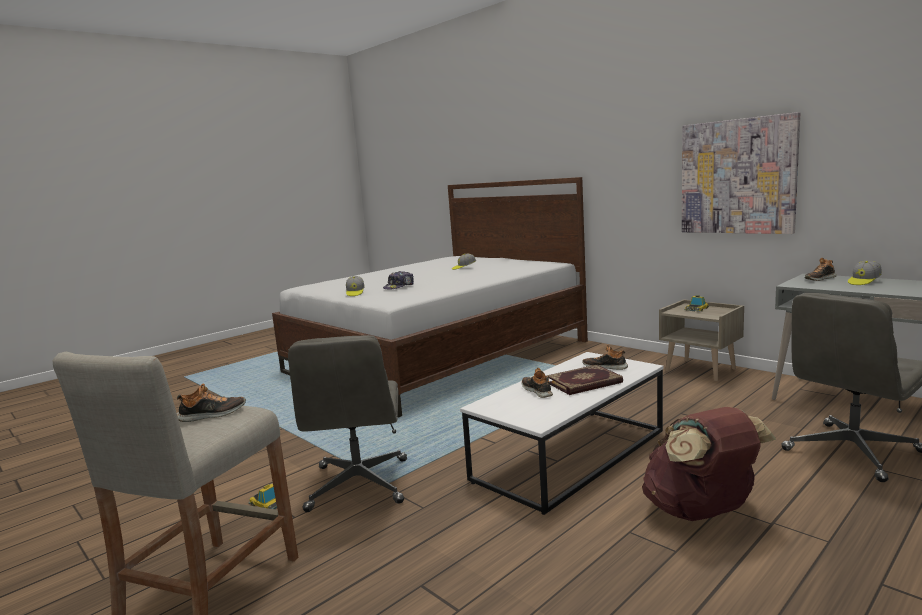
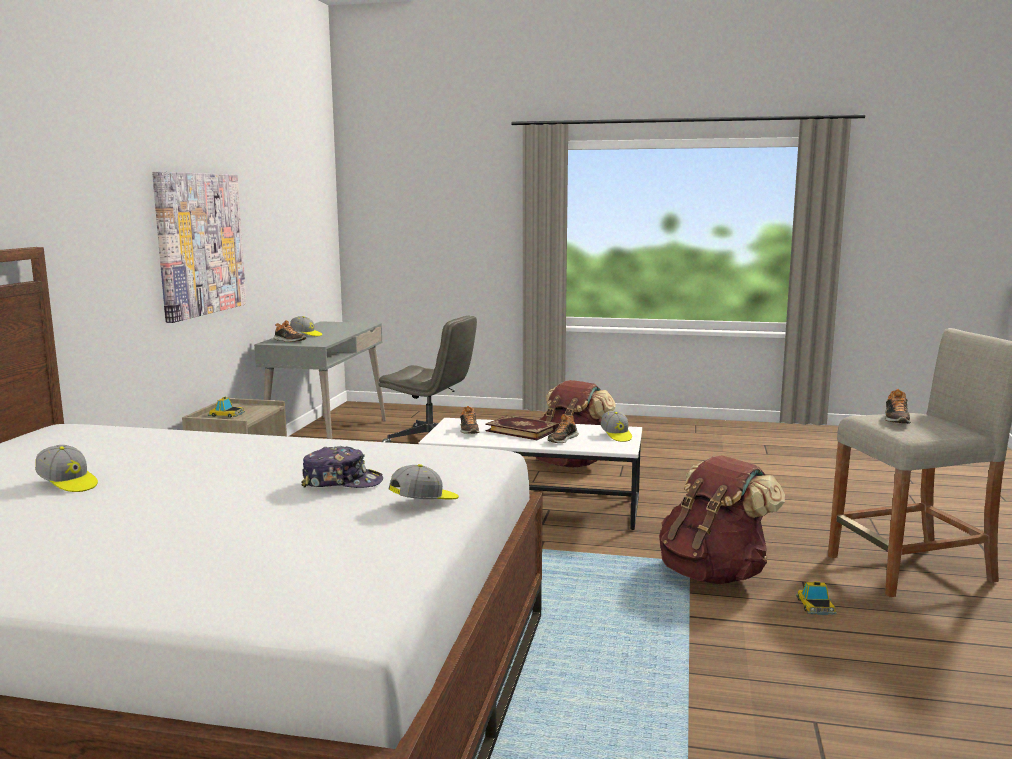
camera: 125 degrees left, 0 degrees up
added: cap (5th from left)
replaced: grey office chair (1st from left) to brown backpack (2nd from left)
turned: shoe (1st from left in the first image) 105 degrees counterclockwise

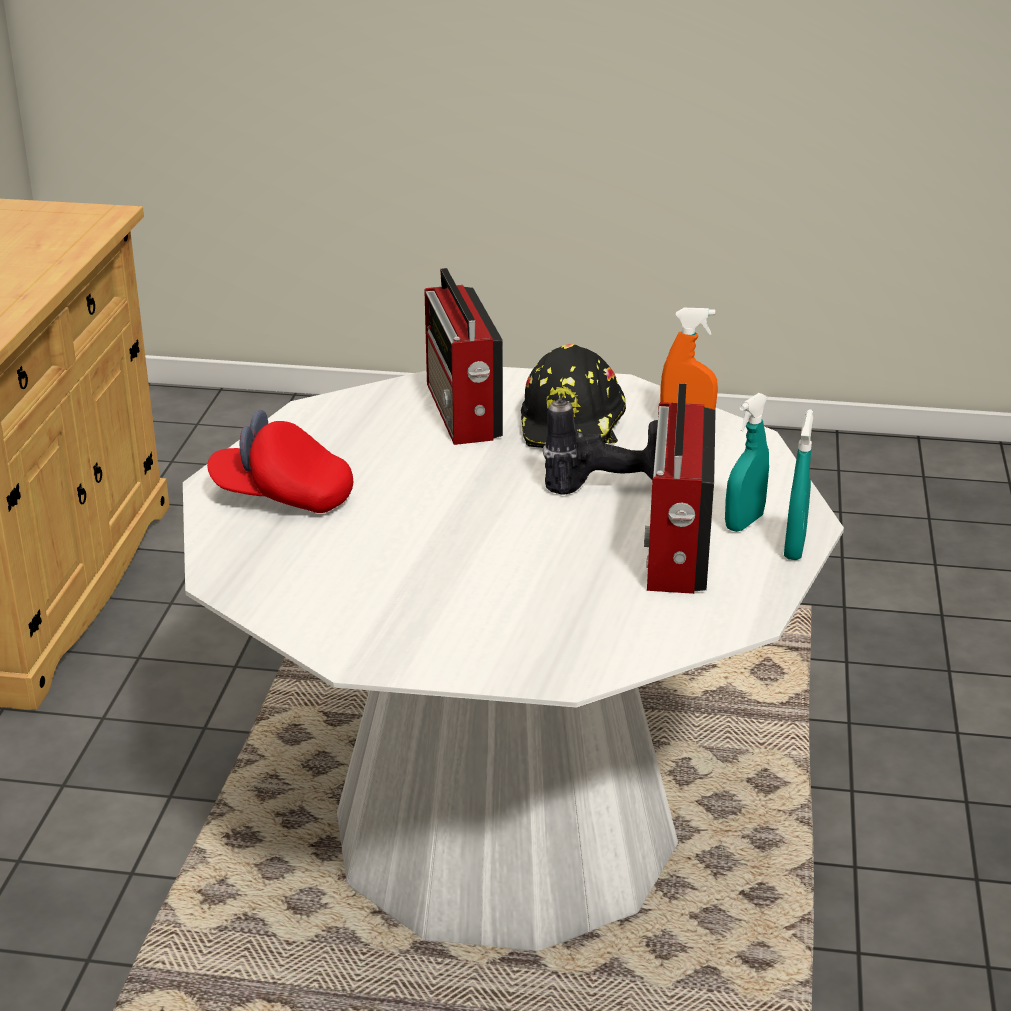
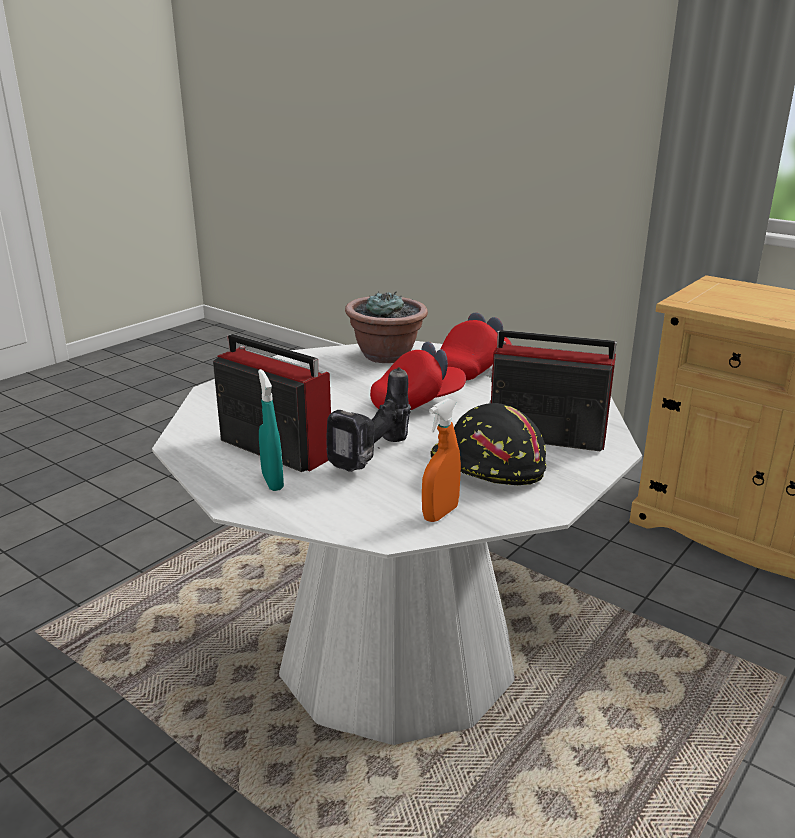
camera: 120 degrees right, 5 degrees down
removed: turquoise spray bottle (2nd from left)
added: potted plant; red cap (1st from left)

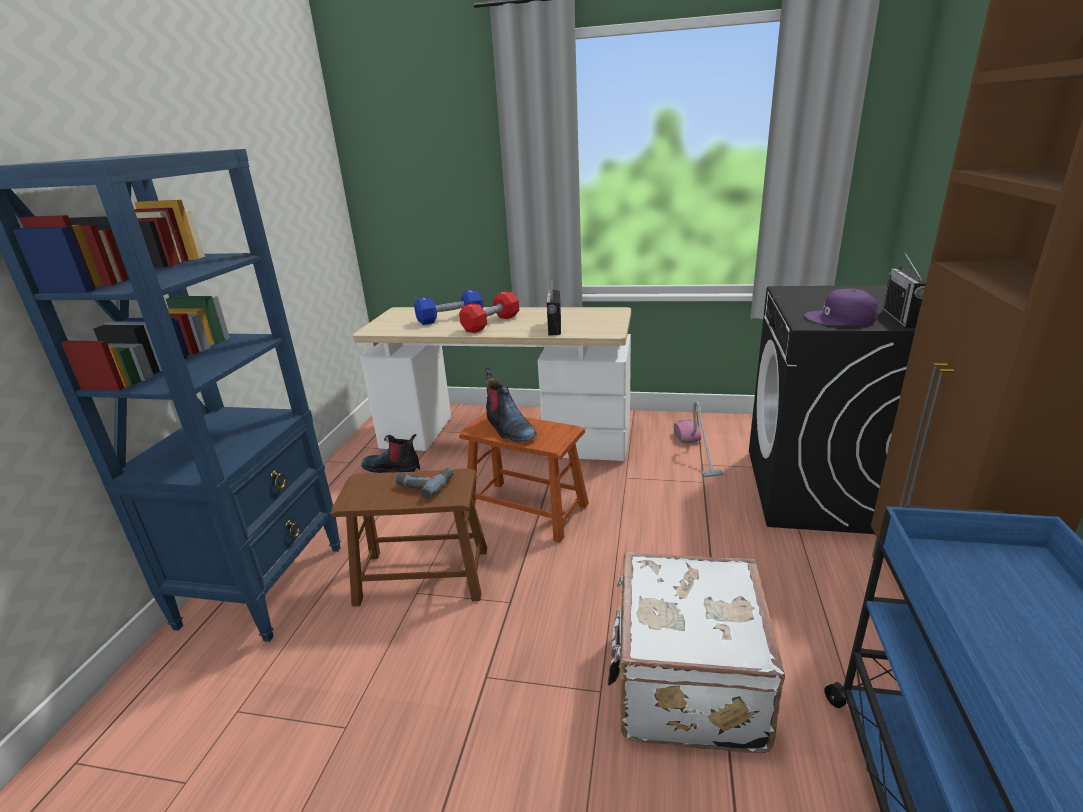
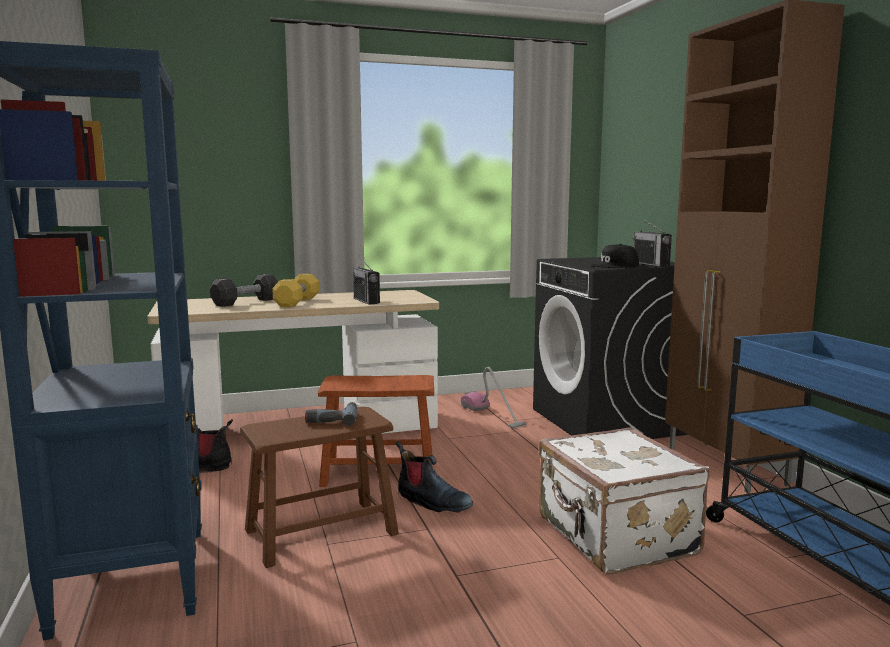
camera: 30 degrees left, 15 degrees down
moved: boot (2nd from left)
recoloured: purple cap to black cap; blue dumbbell to black dumbbell; red dumbbell to yellow dumbbell

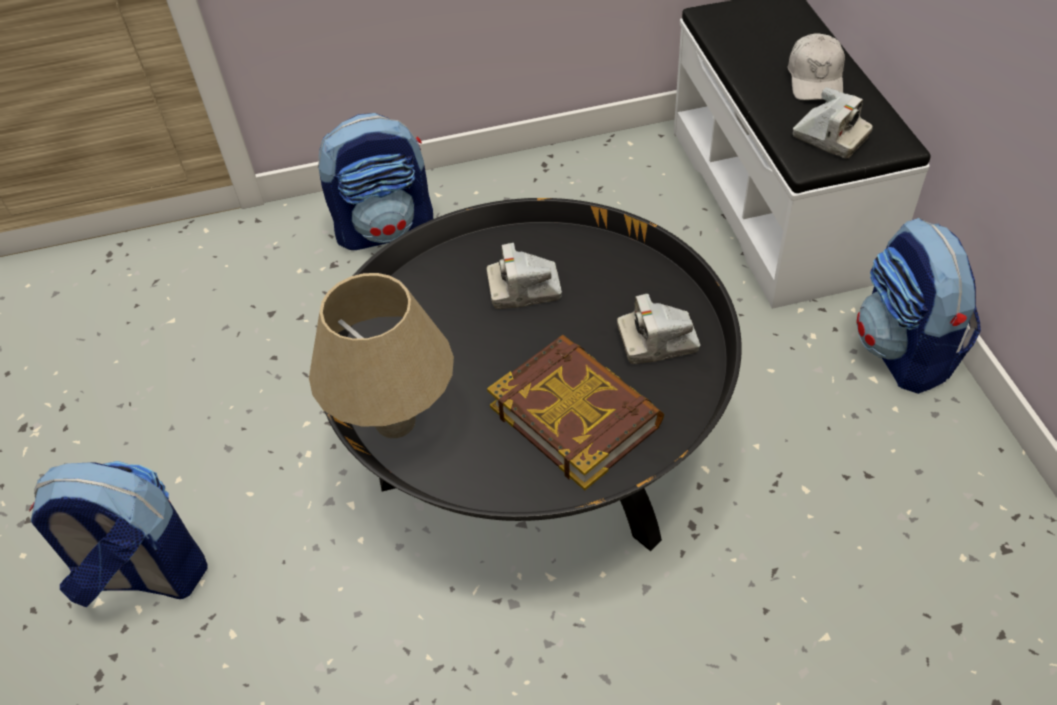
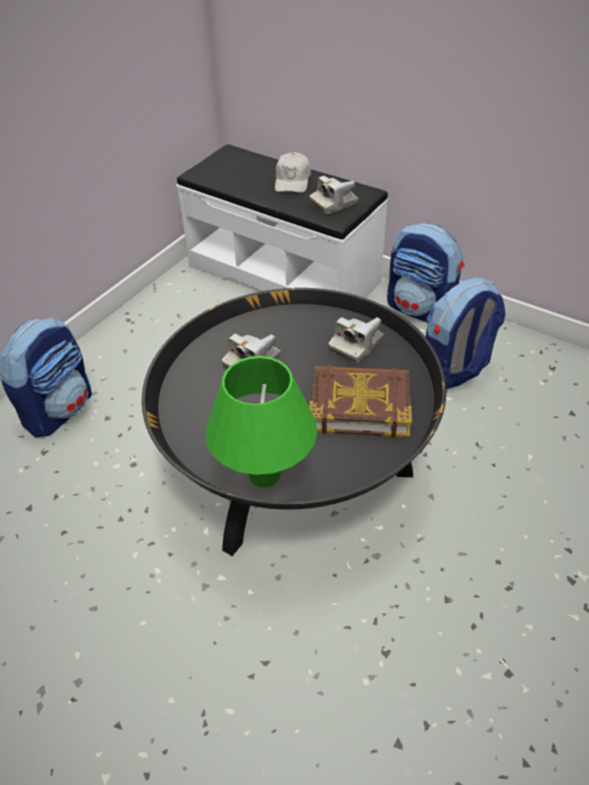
camera: 45 degrees left, 5 degrees down
moved: backpack (1st from left in the first image) to backpack (3rd from left)
recoloured: beige table lamp to green table lamp
turned: white cap 45 degrees clockwise; photo camera (3rd from left in the first image) 150 degrees clockwise

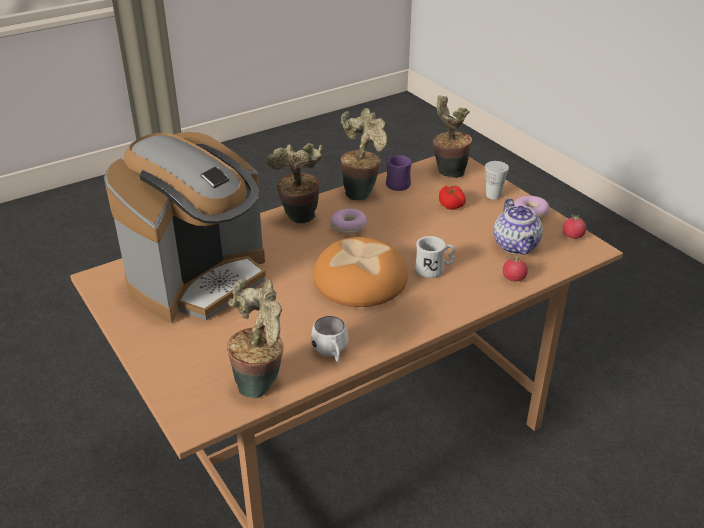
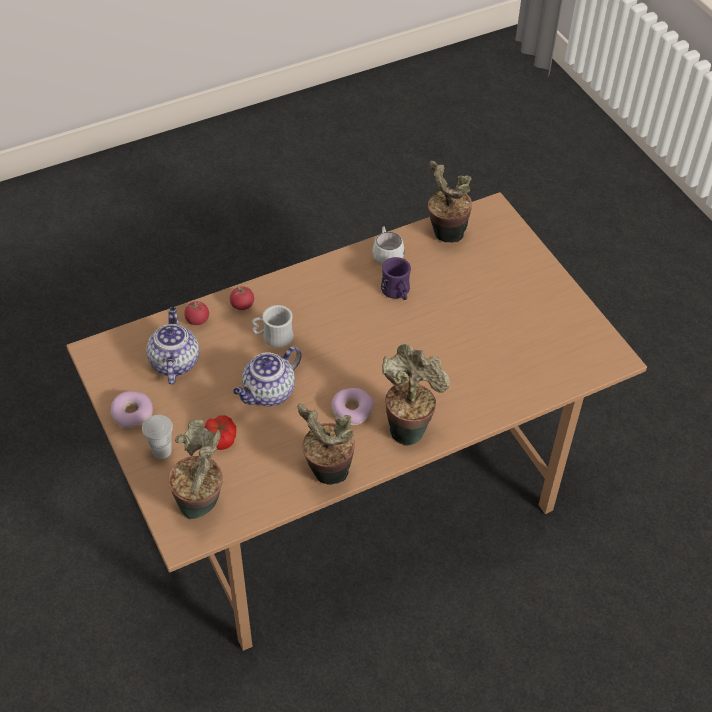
camera: 175 degrees left, 15 degrees up
removed: coffee machine; bread
added: teapot (2nd from left)
moved: purple mug; tomato (3rd from left)

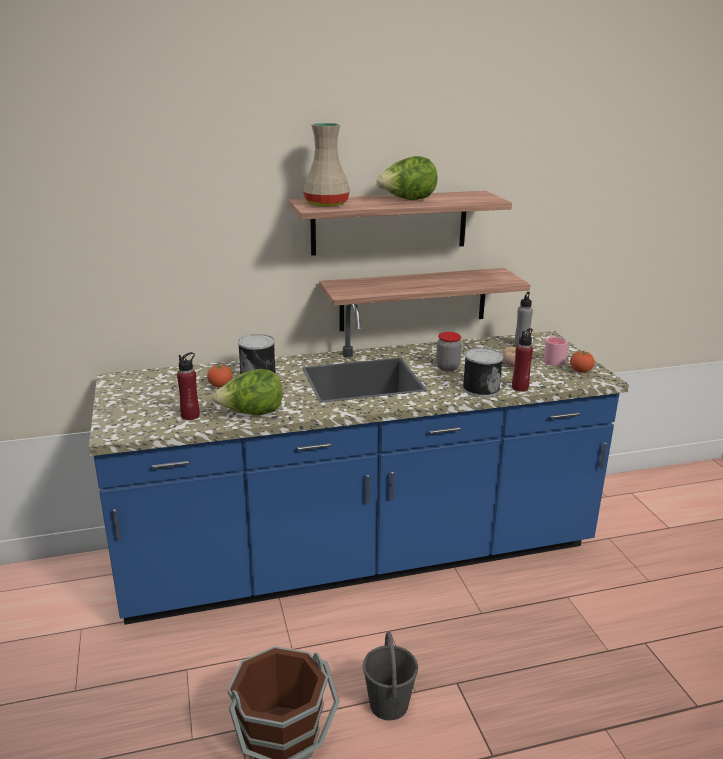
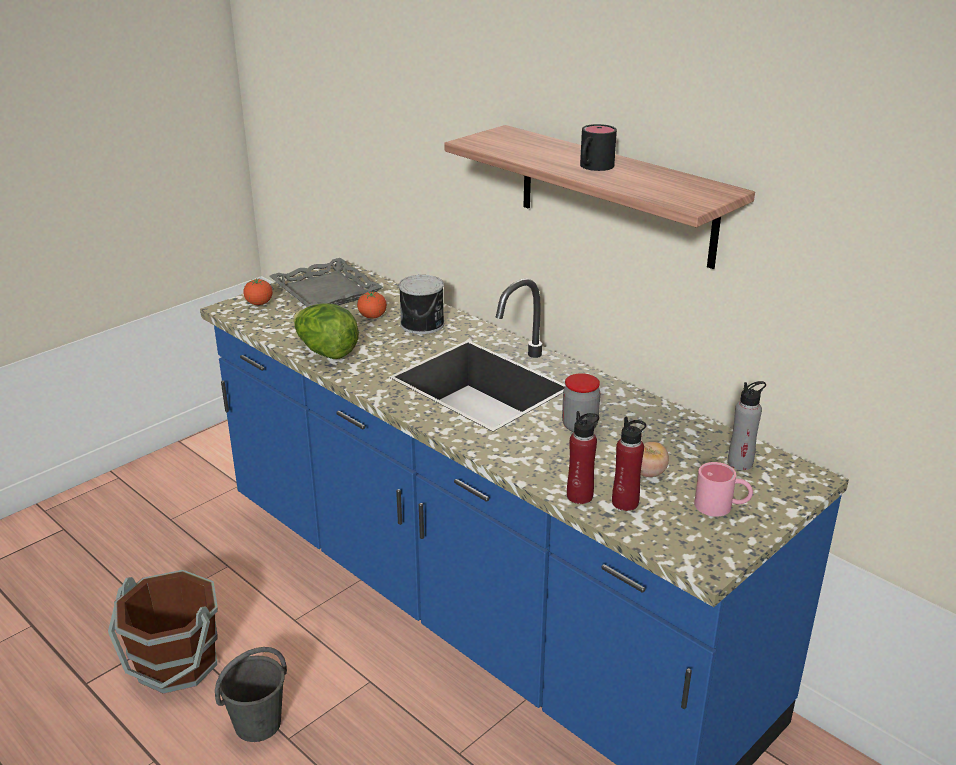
camera: 60 degrees right, 5 degrees up
removed: beige vase; shelf (2nd from left); can (2nd from left)
added: grey tray
moved: tomato (3rd from left in the first image) to tomato (1st from left); red bottle (1st from left in the first image) to red bottle (2nd from left)
replaced: lettuce (2nd from left) to black mug

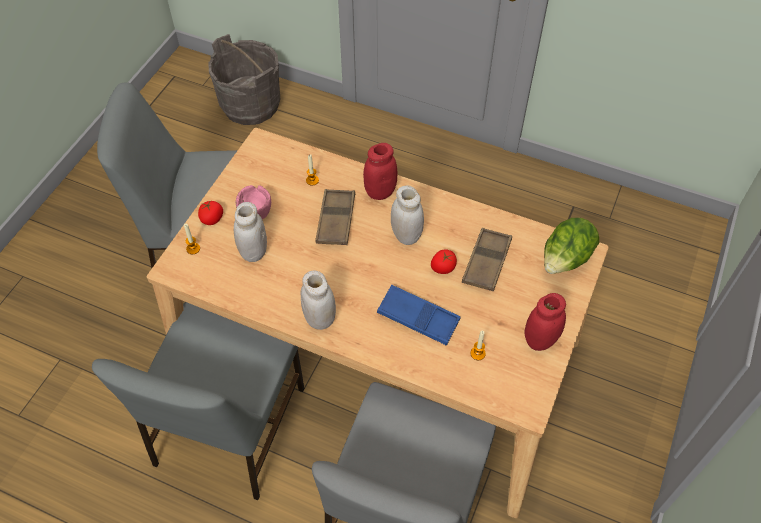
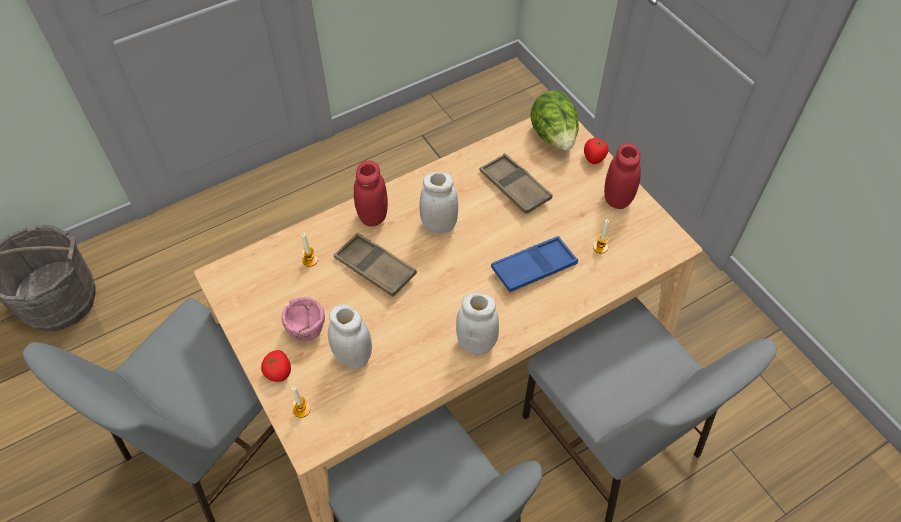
camera: 55 degrees left, 0 degrees up
moved: tomato (2nd from left)

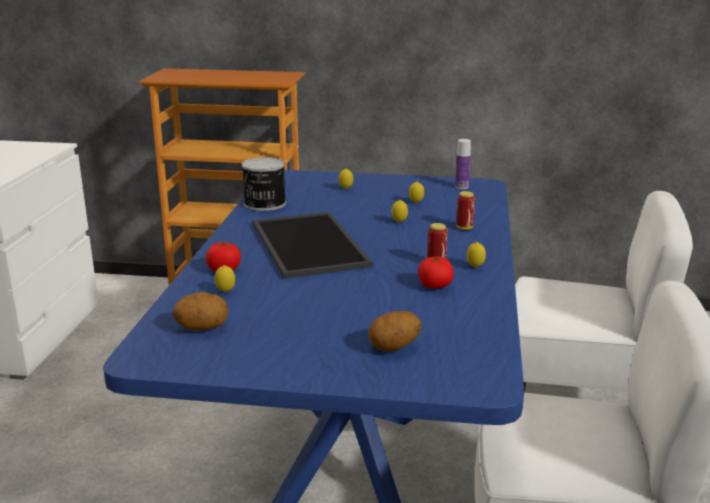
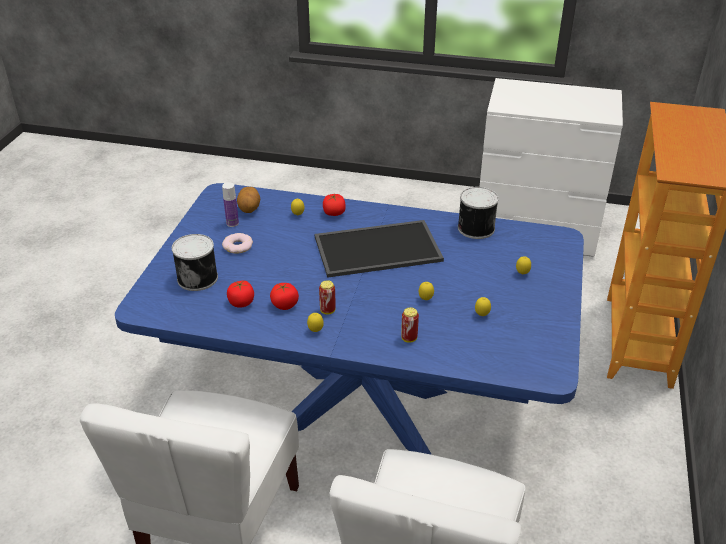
camera: 95 degrees right, 15 degrees up
added: donut; tomato (1st from left)
moved: bottle
replaced: potato (2nd from left) to can (1st from left)

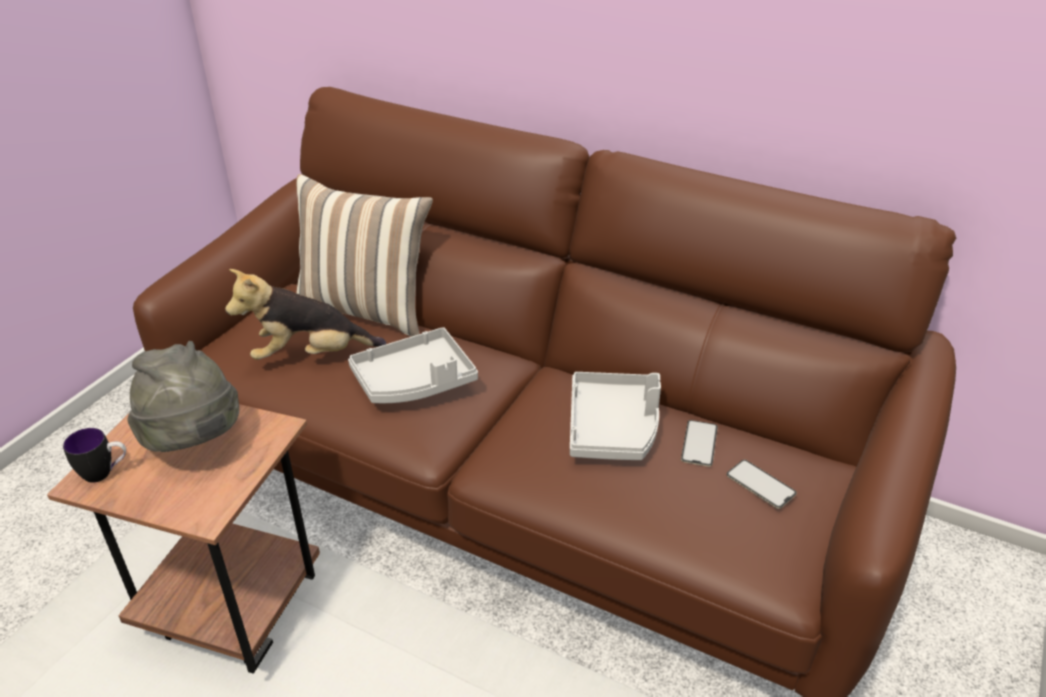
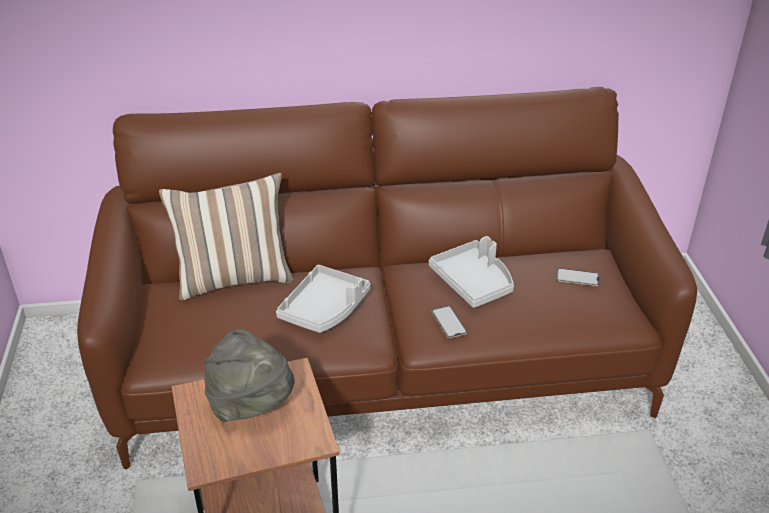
camera: 35 degrees left, 0 degrees up
removed: plush toy; mug
moved: phone (1st from left)

